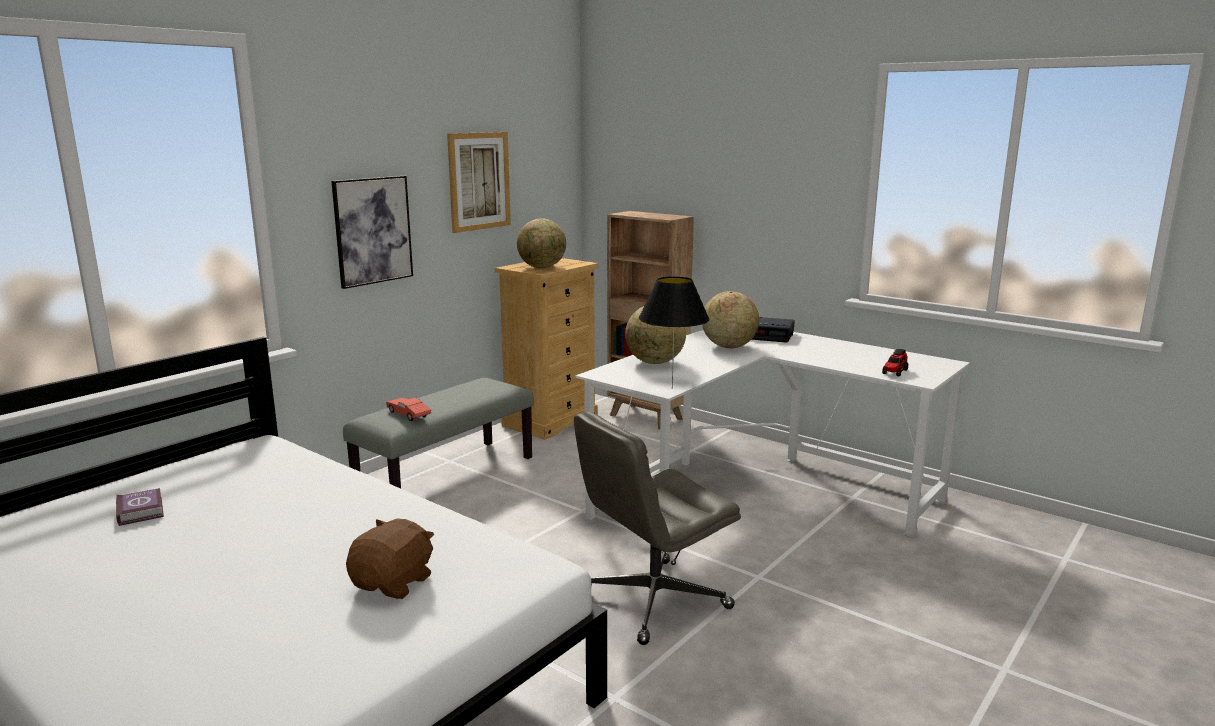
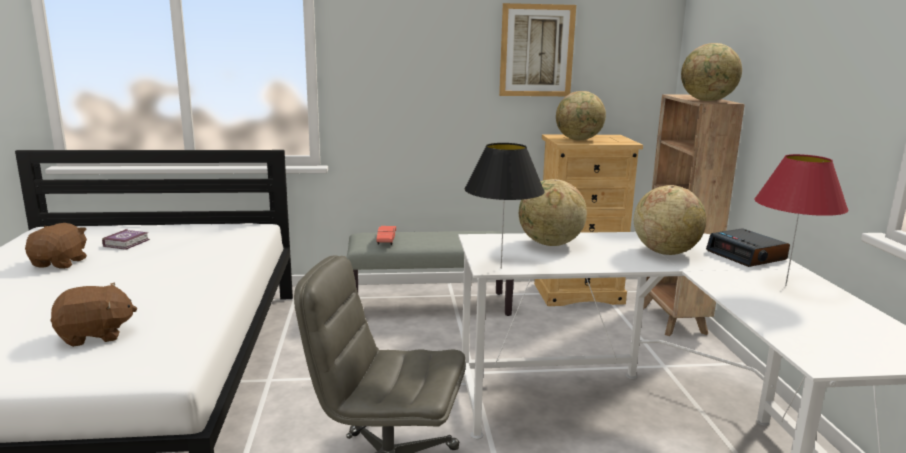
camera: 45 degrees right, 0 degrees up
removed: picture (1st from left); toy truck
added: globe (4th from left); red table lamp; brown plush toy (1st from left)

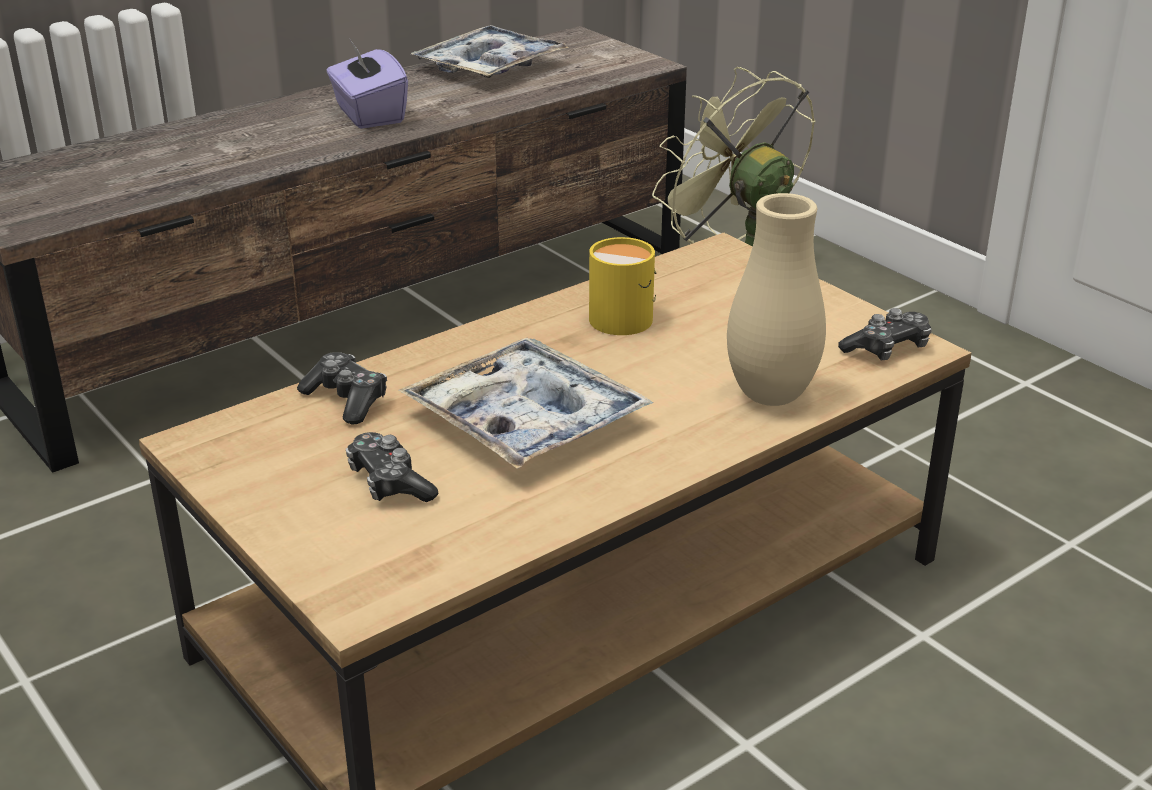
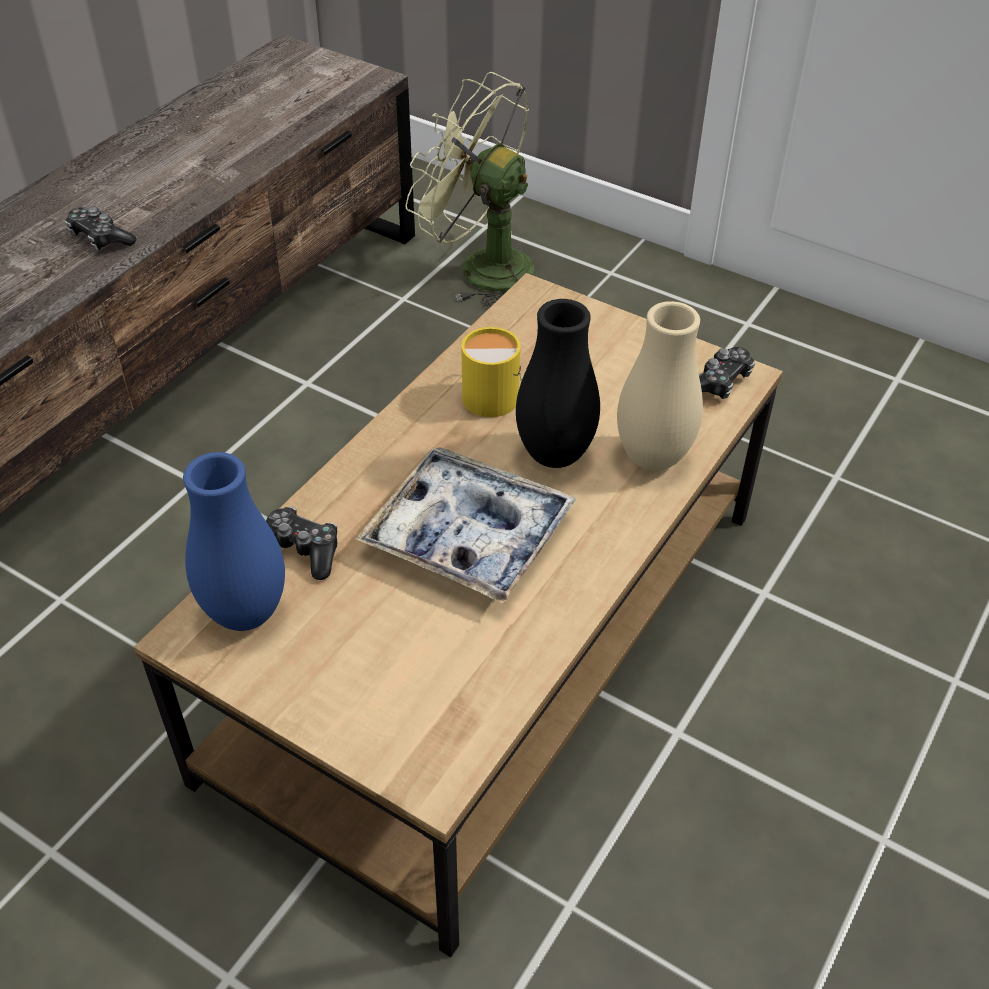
camera: 20 degrees left, 15 degrees up
removed: tray (1st from left); purple tissue box
added: black vase; blue vase
moved: game controller (2nd from left in the first image) to game controller (1st from left)

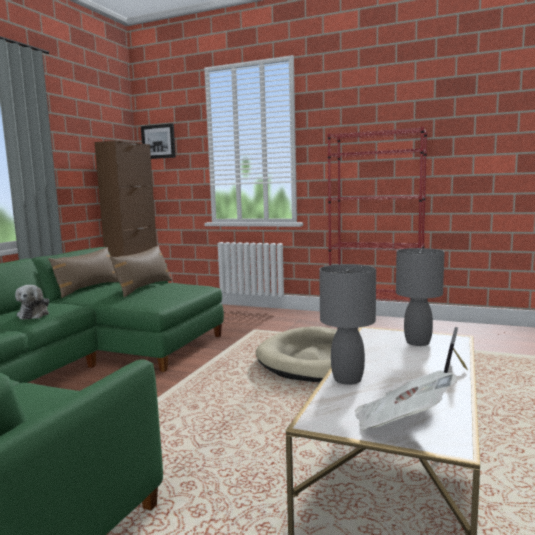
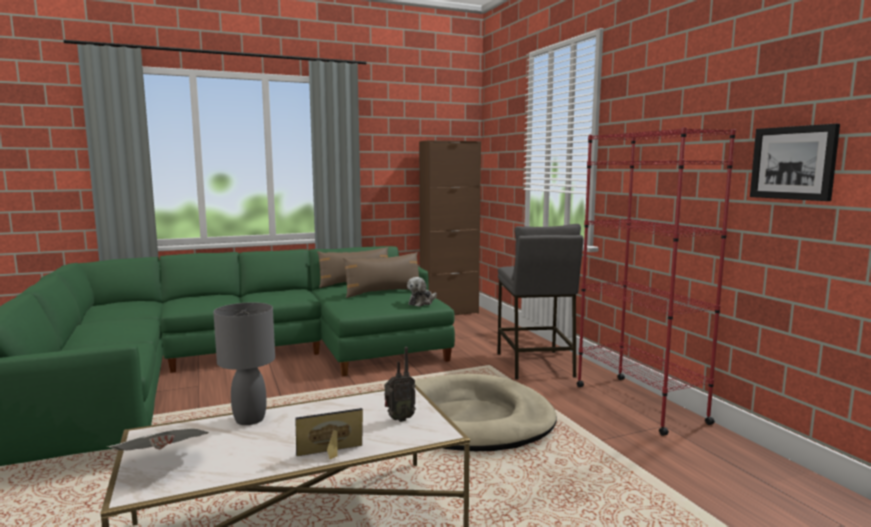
camera: 45 degrees right, 0 degrees up
added: grey stool
moved: picture; plush toy
replaced: grey table lamp (2nd from left) to radio

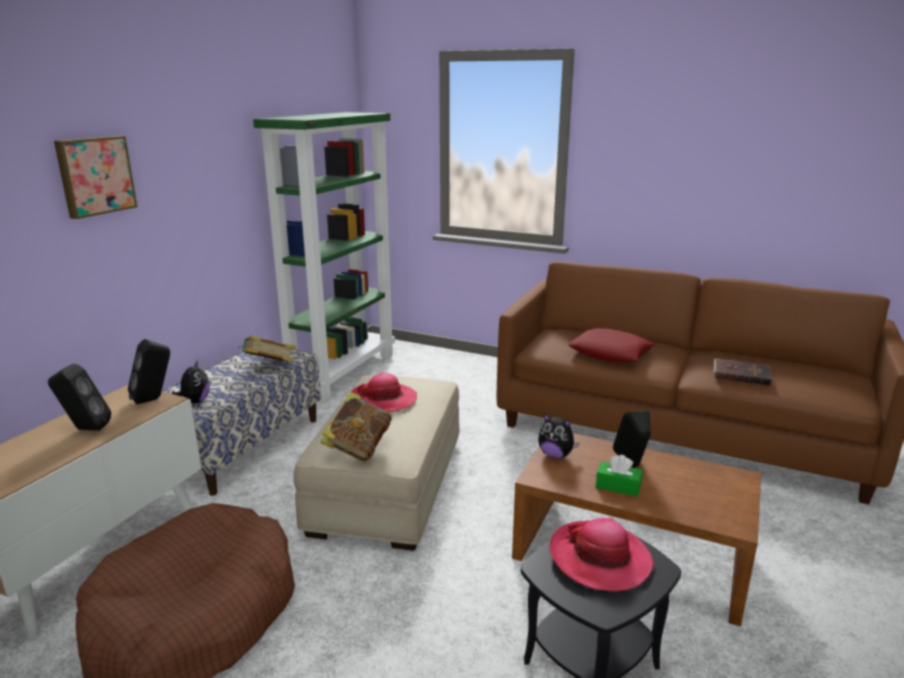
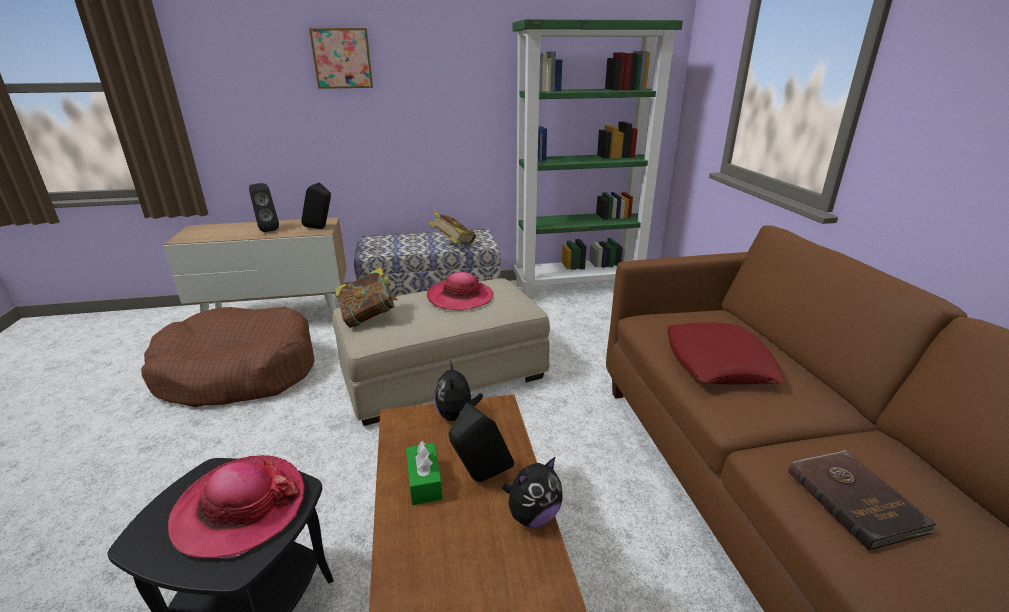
camera: 55 degrees right, 5 degrees up
moved: plush toy (1st from left in the first image) to plush toy (2nd from left)

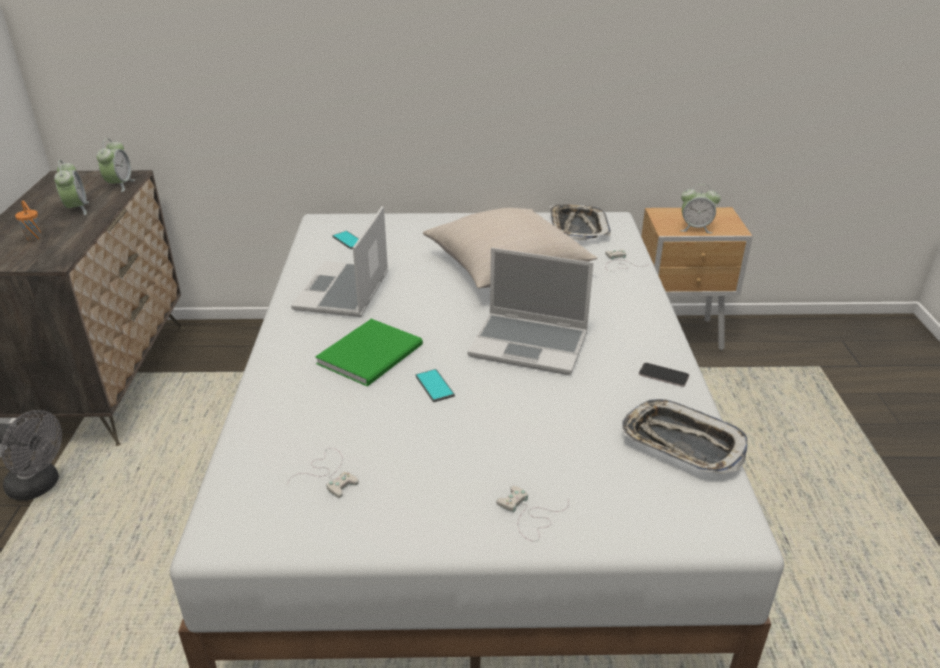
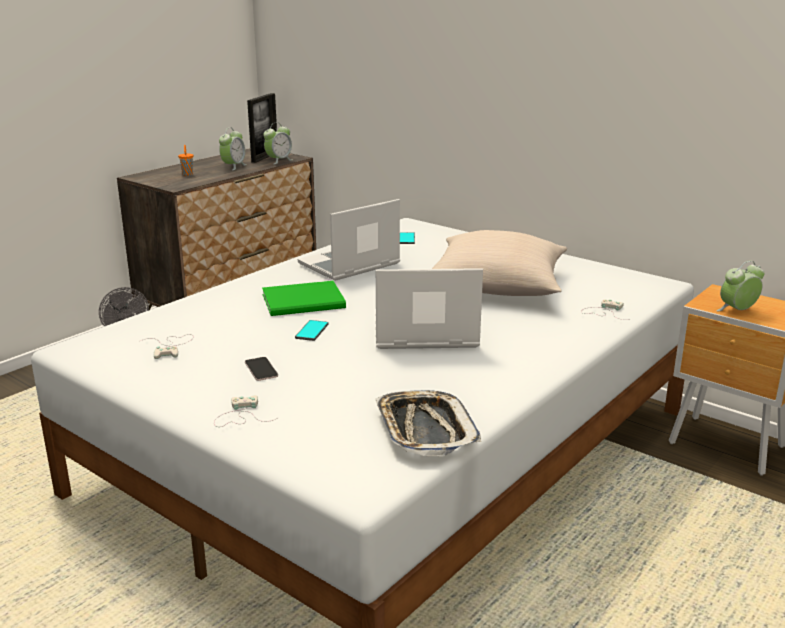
camera: 40 degrees right, 10 degrees down
removed: tray (1st from left)
added: picture frame
moved: phone (3rd from left in the first image) to phone (1st from left)
turned: alarm clock (3rd from left) 105 degrees clockwise; laptop (2nd from left) 120 degrees clockwise

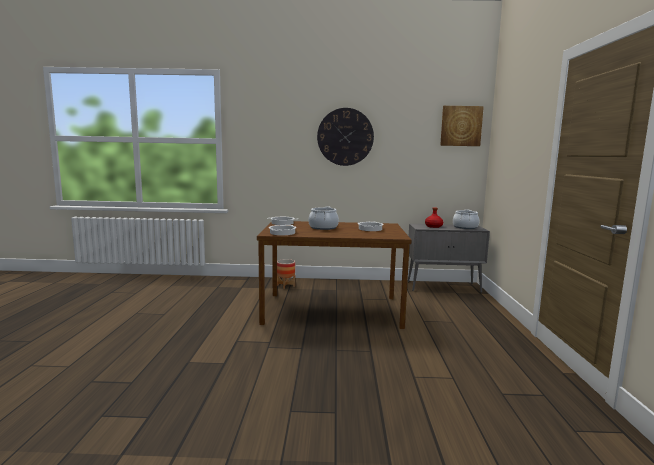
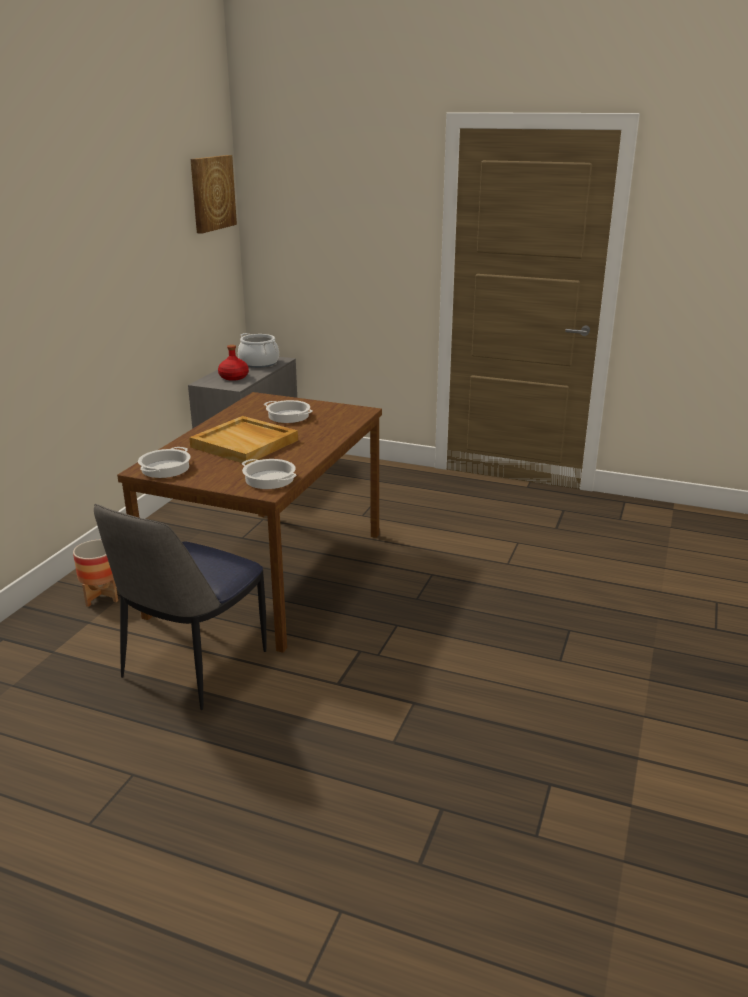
camera: 70 degrees left, 15 degrees up
removed: wall clock
added: chair
replaced: cooking pot (3rd from left) to beige tray

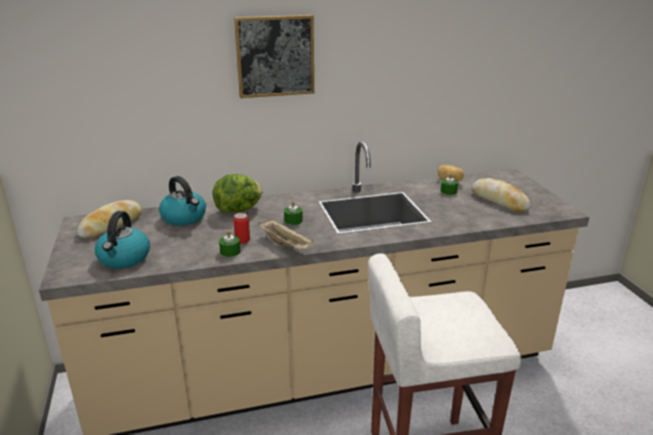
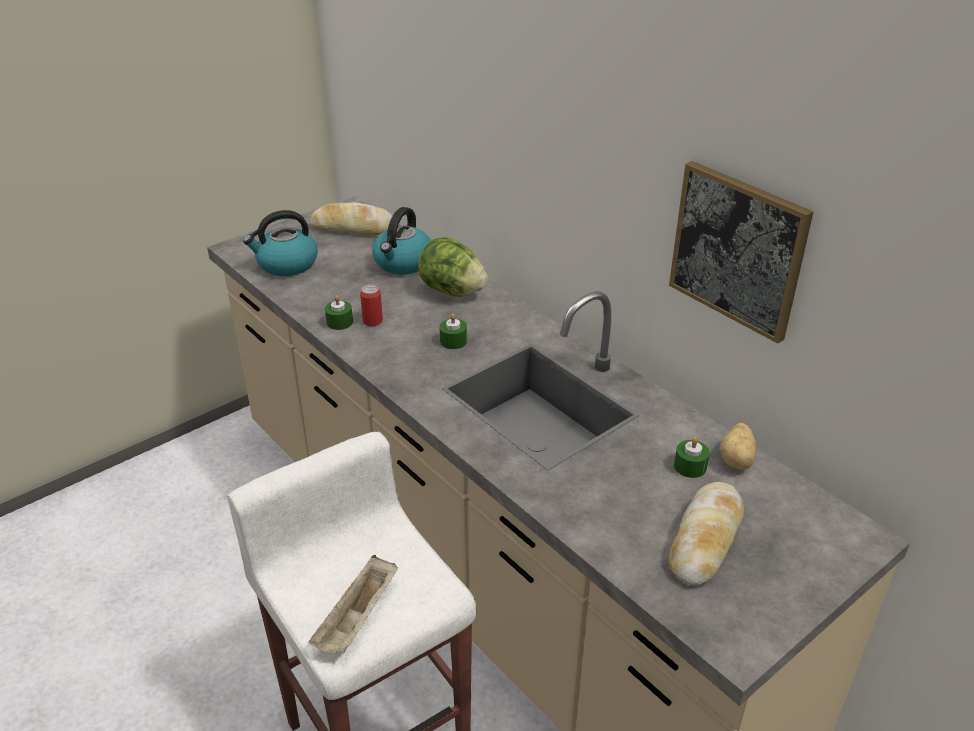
camera: 65 degrees right, 10 degrees up
moved: picture; beige tray

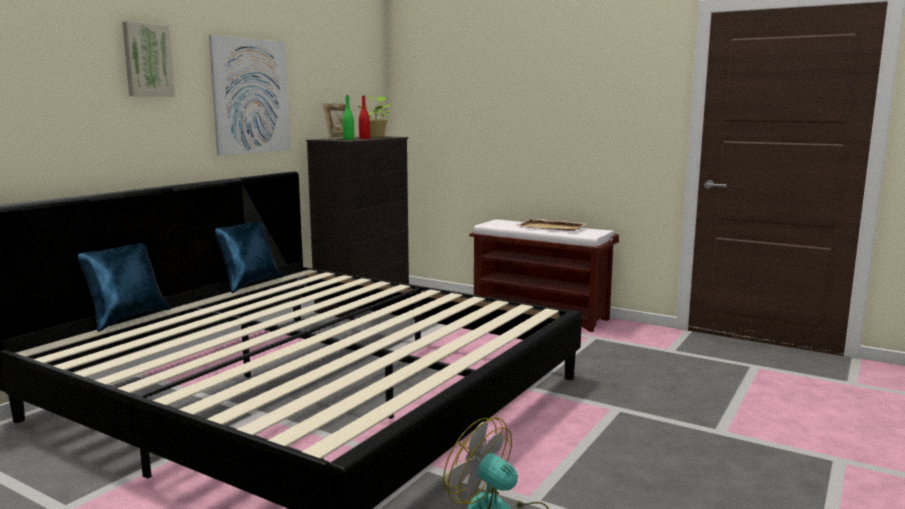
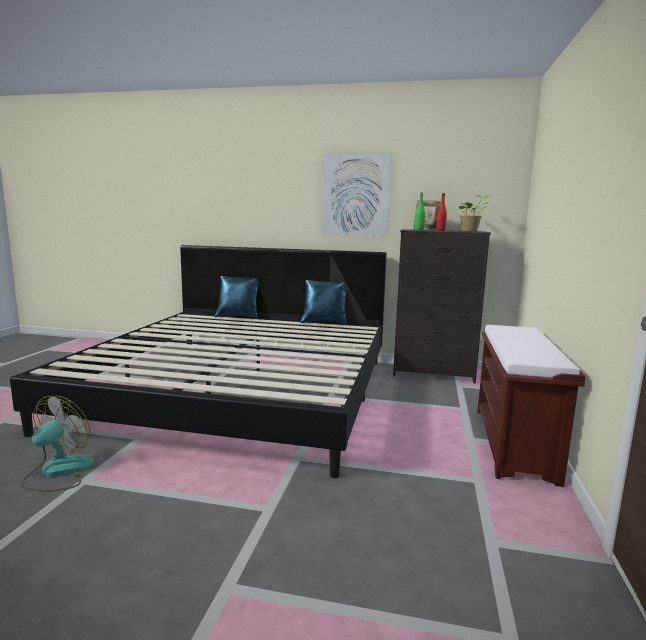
camera: 70 degrees right, 0 degrees up
removed: picture (1st from left); beige tray

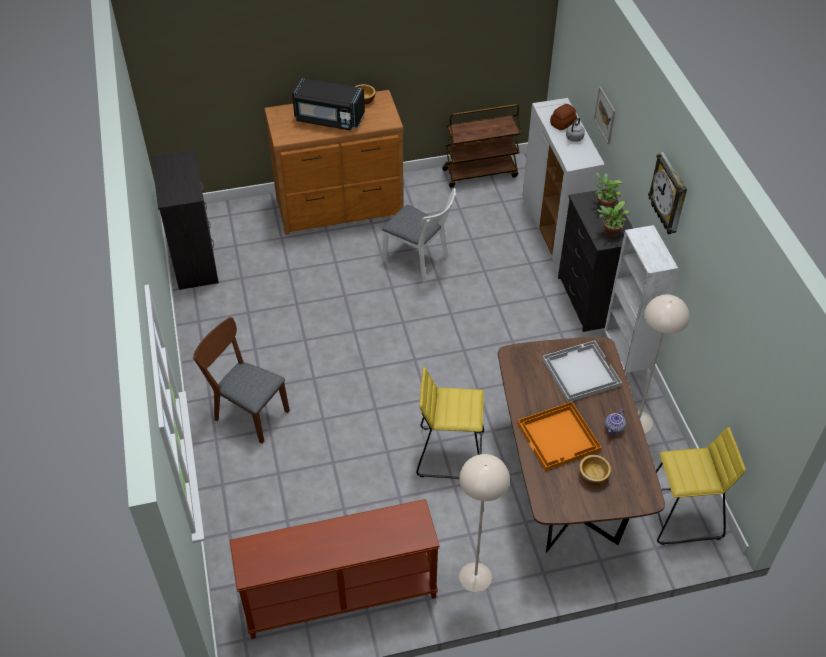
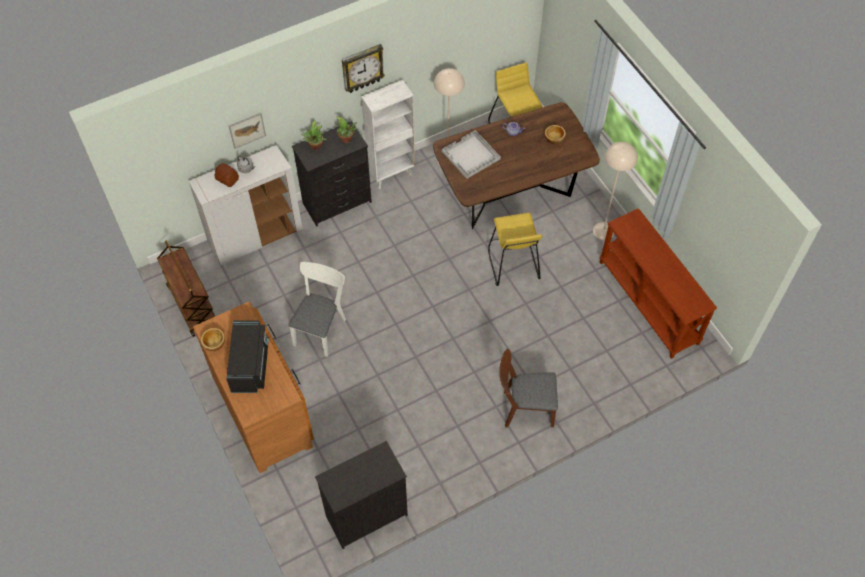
camera: 105 degrees left, 10 degrees up
removed: orange tray
turned: brown chair 75 degrees clockwise

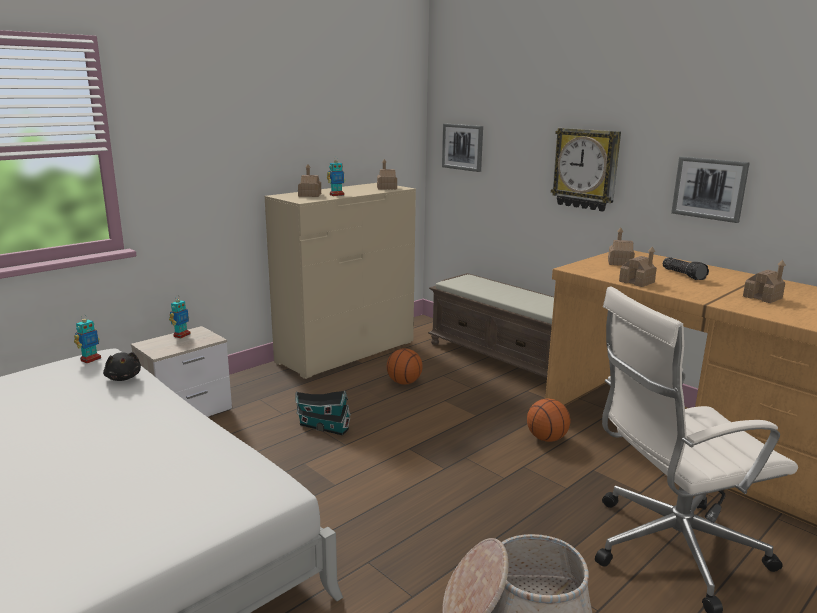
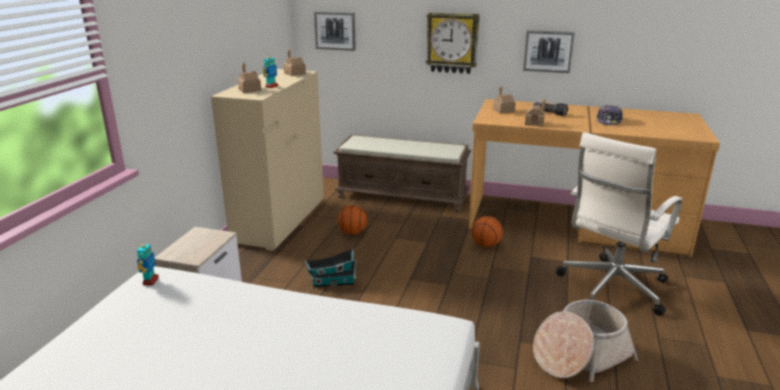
camera: 30 degrees left, 5 degrees up
removed: toy robot (2nd from left); black plush toy
replaced: toy house (6th from left) to cap

